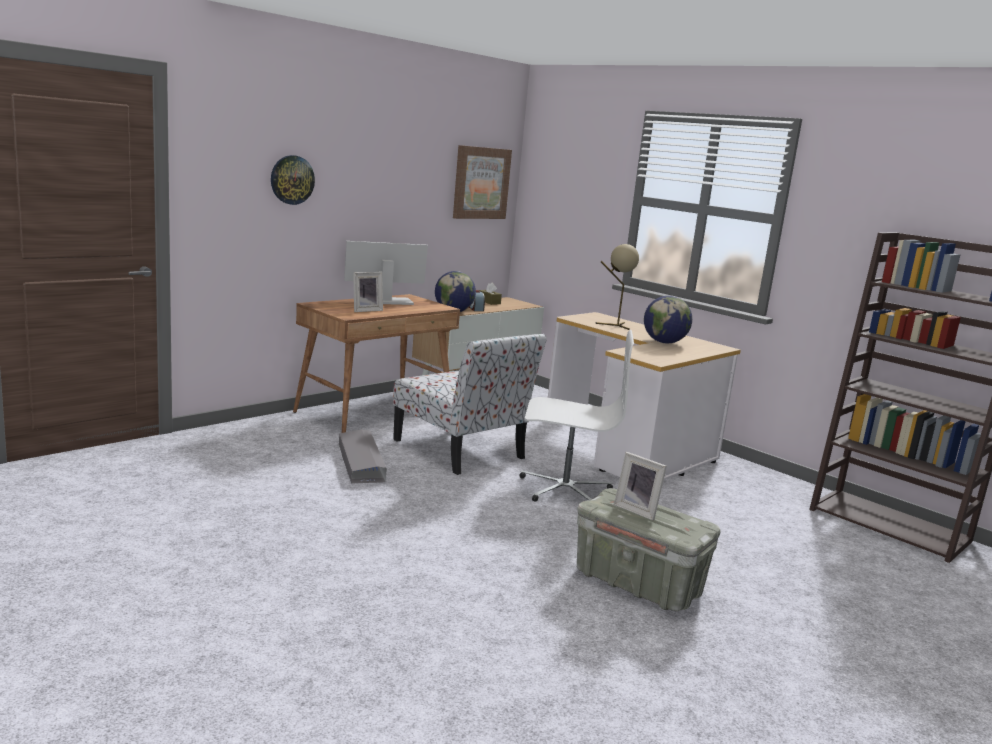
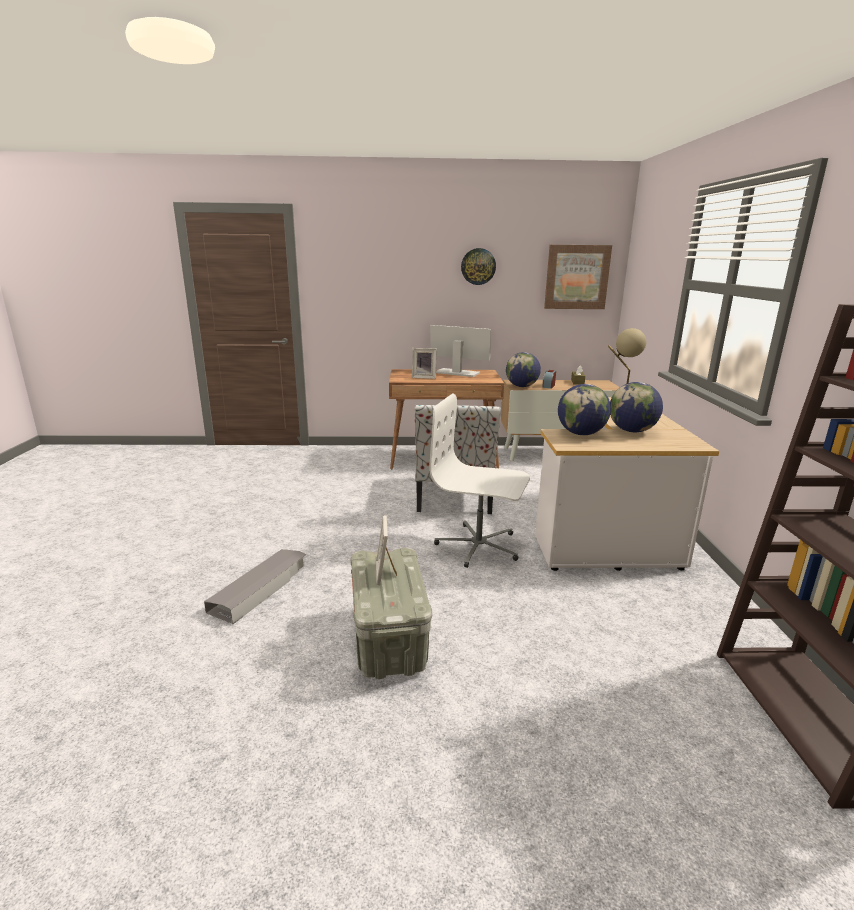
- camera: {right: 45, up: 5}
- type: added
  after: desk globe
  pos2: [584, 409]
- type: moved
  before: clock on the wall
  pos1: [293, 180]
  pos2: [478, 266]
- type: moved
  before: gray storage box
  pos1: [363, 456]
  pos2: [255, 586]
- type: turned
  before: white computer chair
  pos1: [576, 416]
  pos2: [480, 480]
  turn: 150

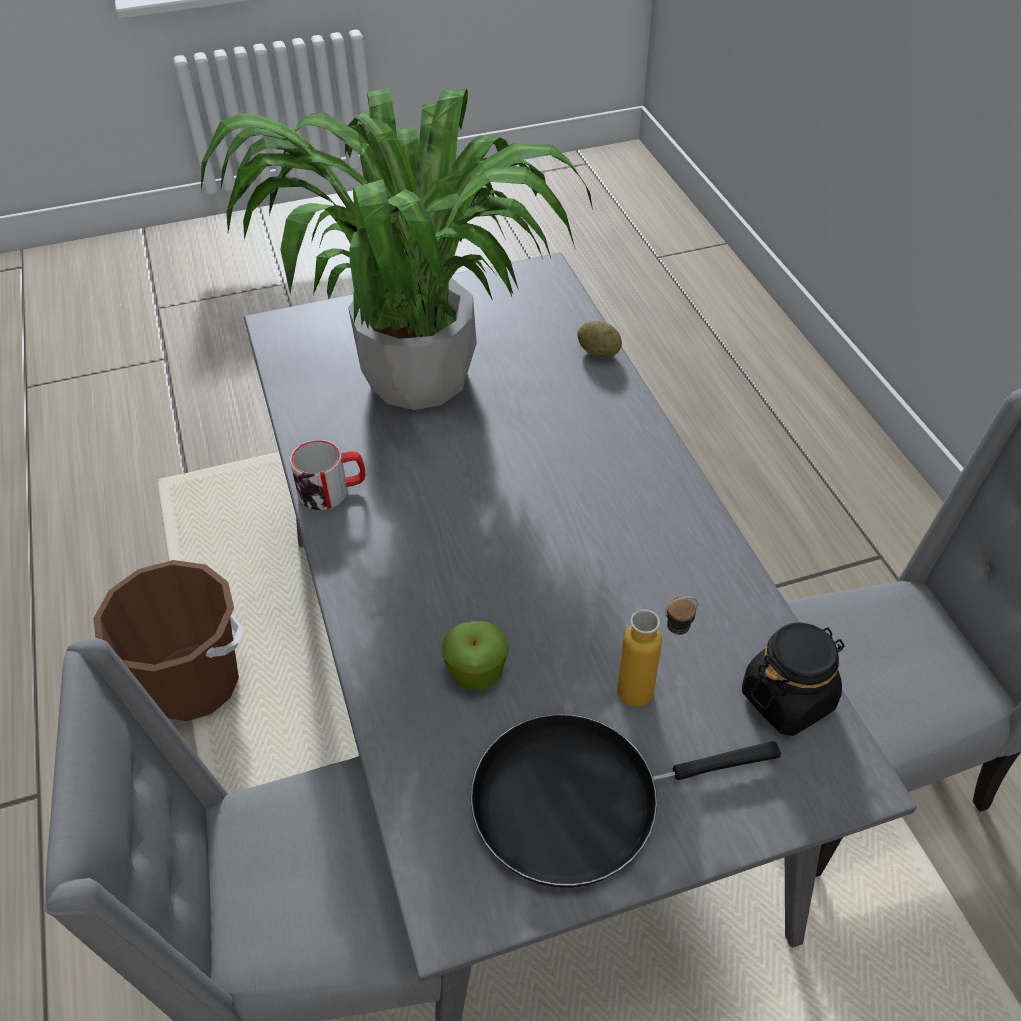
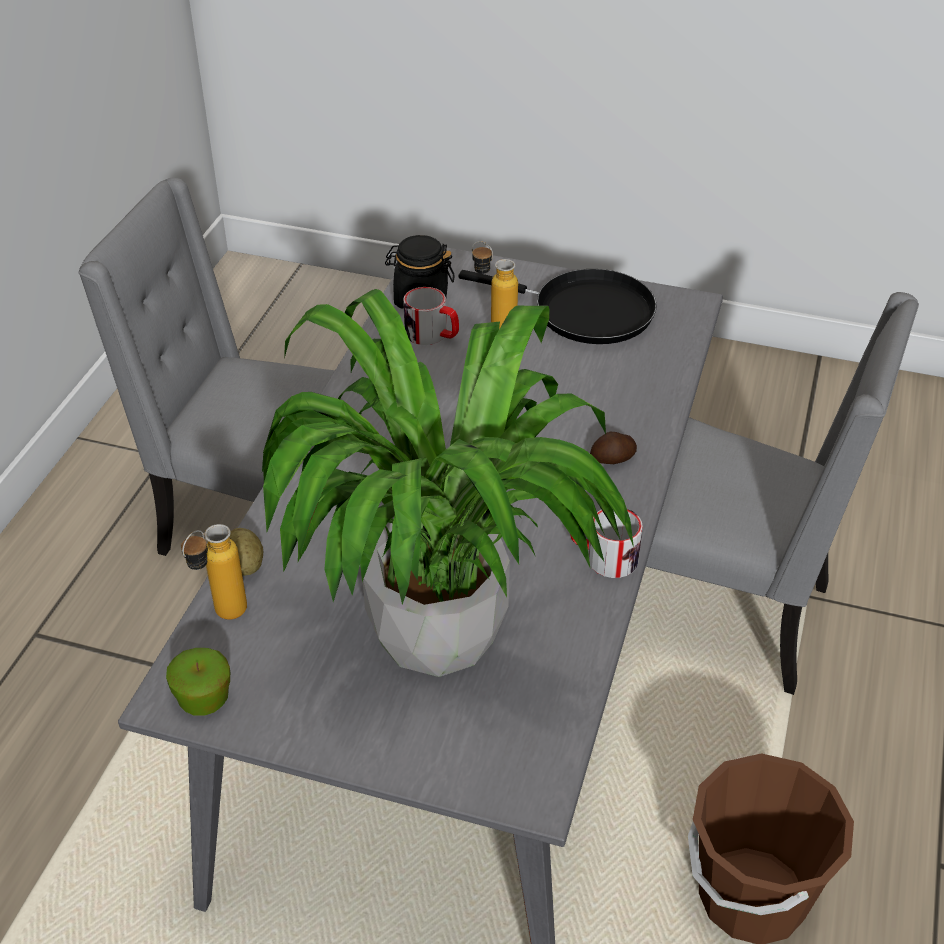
- camera: {right: -145, up: -5}
- type: added
  after: drink bottle
  pos2: [214, 571]
- type: added
  after: mug
  pos2: [431, 316]
- type: added
  after: spud
  pos2: [613, 448]
- type: moved
  before: apple
  pos1: [475, 656]
  pos2: [198, 682]

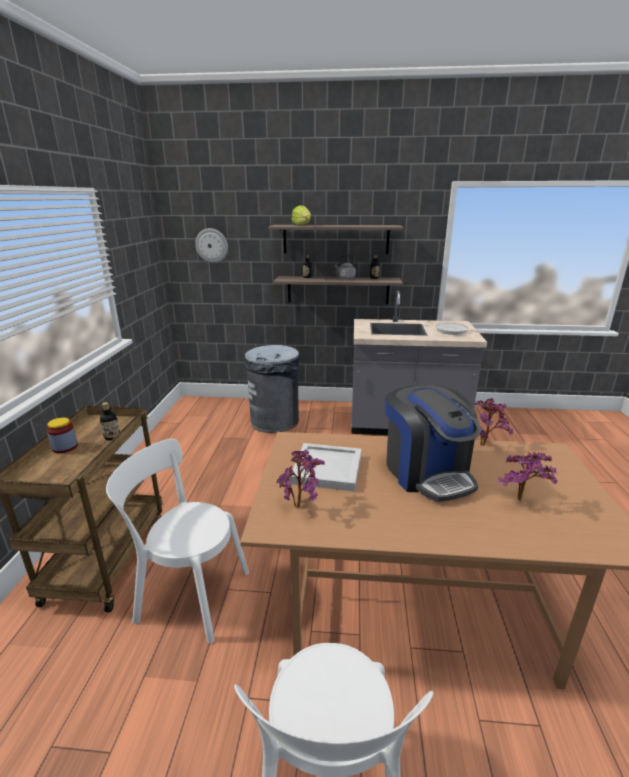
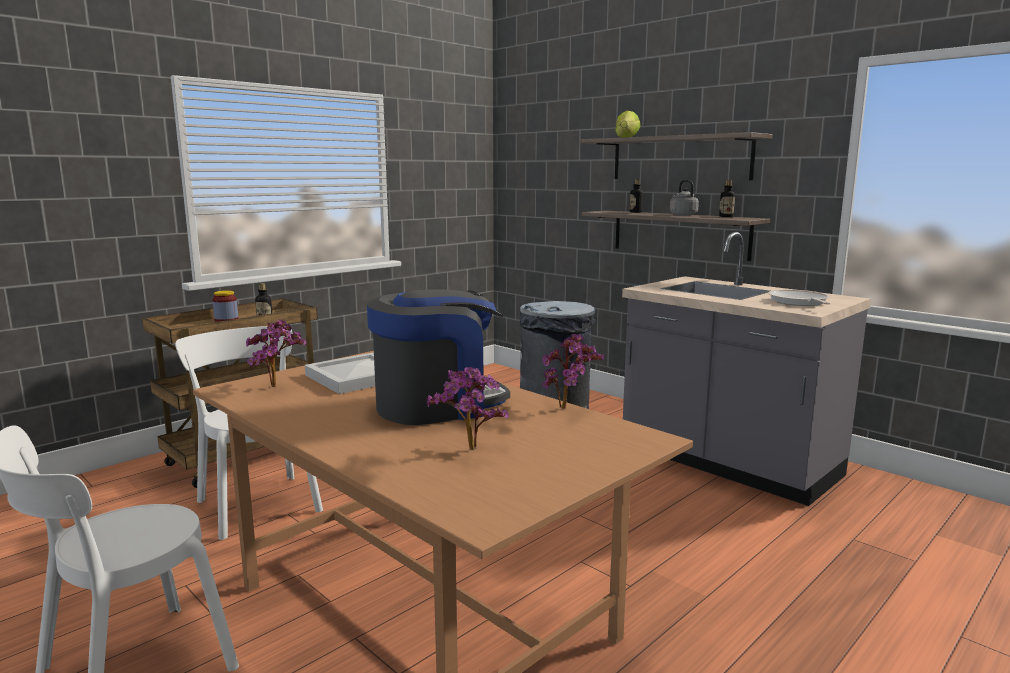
- camera: {right: 40, up: -10}
- type: removed
  before: clock on the wall
  pos1: [211, 245]
- type: turned
  before: coffee maker
  pos1: [433, 443]
  pos2: [438, 357]
  turn: -135

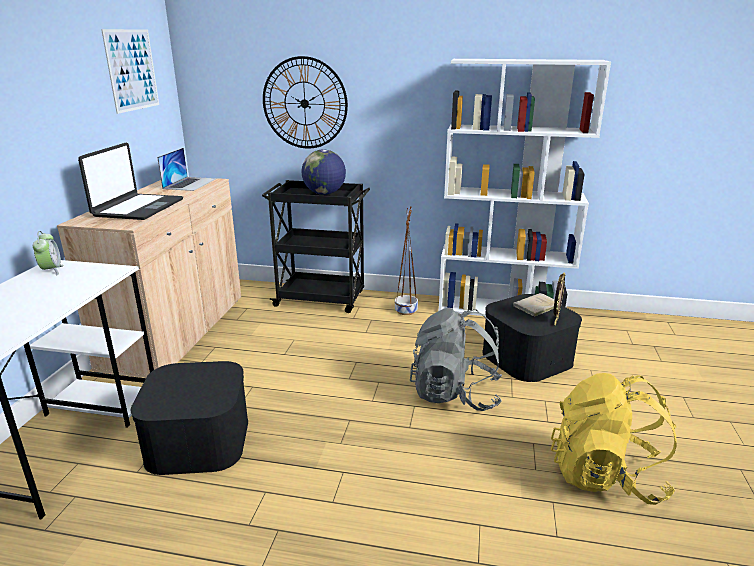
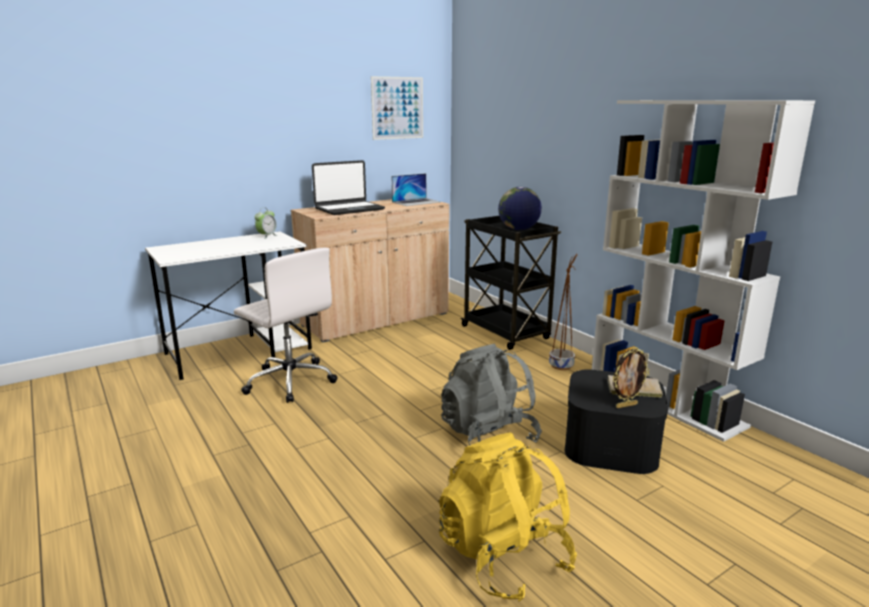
- camera: {right: 45, up: -5}
- type: removed
  before: clock on the wall
  pos1: [305, 102]
- type: replaced
  before: blackish storage box
  after: white computer chair
  pos1: [189, 418]
  pos2: [286, 325]

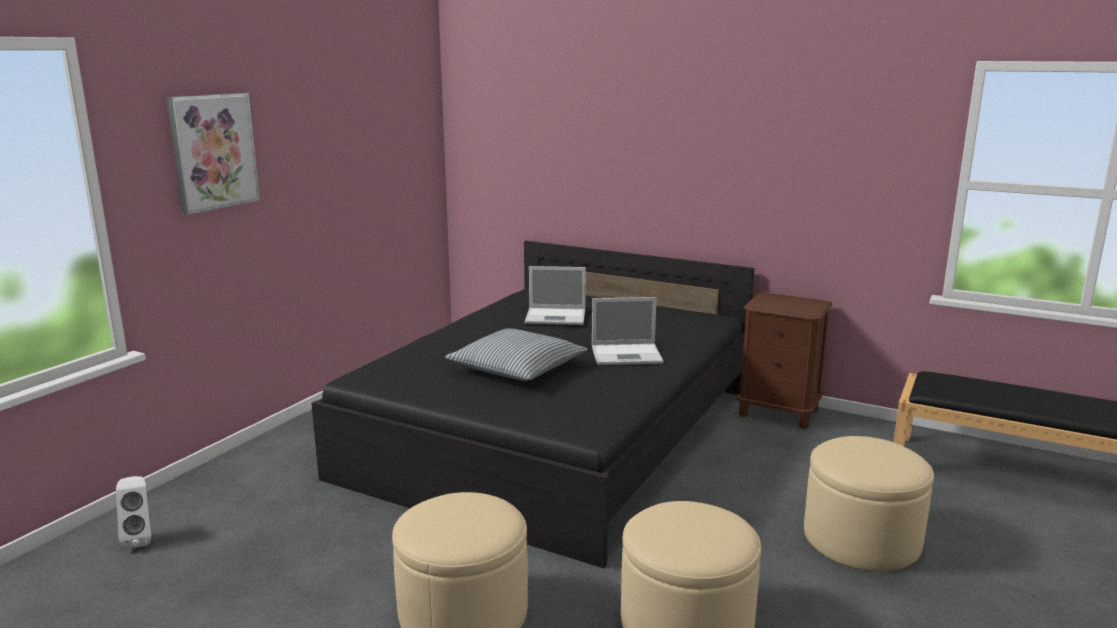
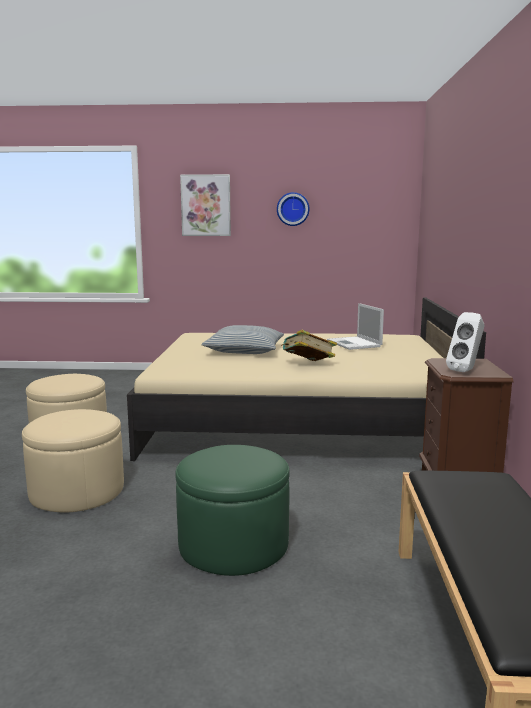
- camera: {right: 65, up: -5}
- type: added
  after: clock on the wall
  pos2: [293, 209]
- type: moved
  before: white speaker
  pos1: [133, 512]
  pos2: [465, 342]
- type: replaced
  before: laptop
  after: volume
  pos1: [628, 331]
  pos2: [309, 345]
- type: recoloured
  before: blackish bedroom bed
  after: beige-coloured bedroom bed
  pos1: [532, 404]
  pos2: [306, 379]
- type: recoloured
  before: beige-coloured footrest
  after: greenish footrest
  pos1: [869, 503]
  pos2: [232, 510]

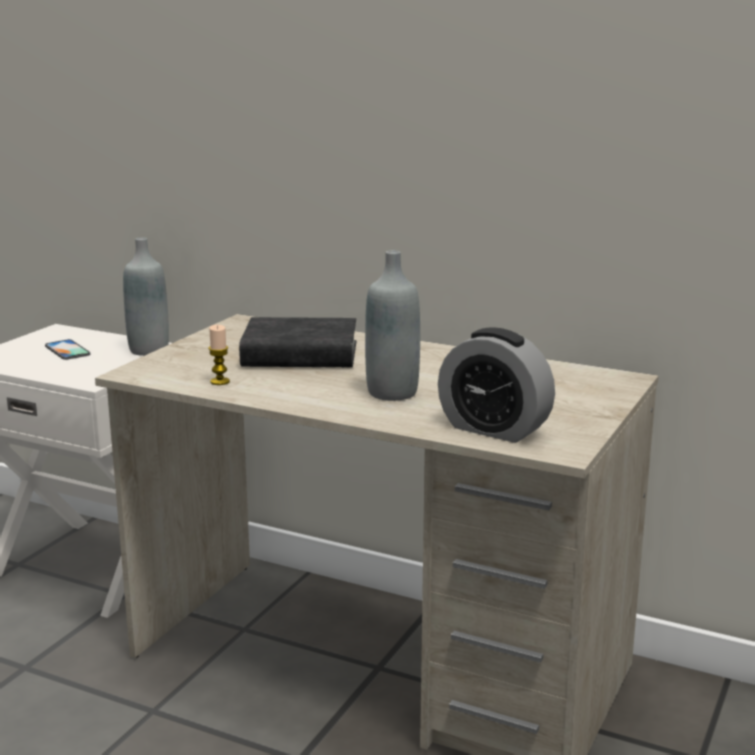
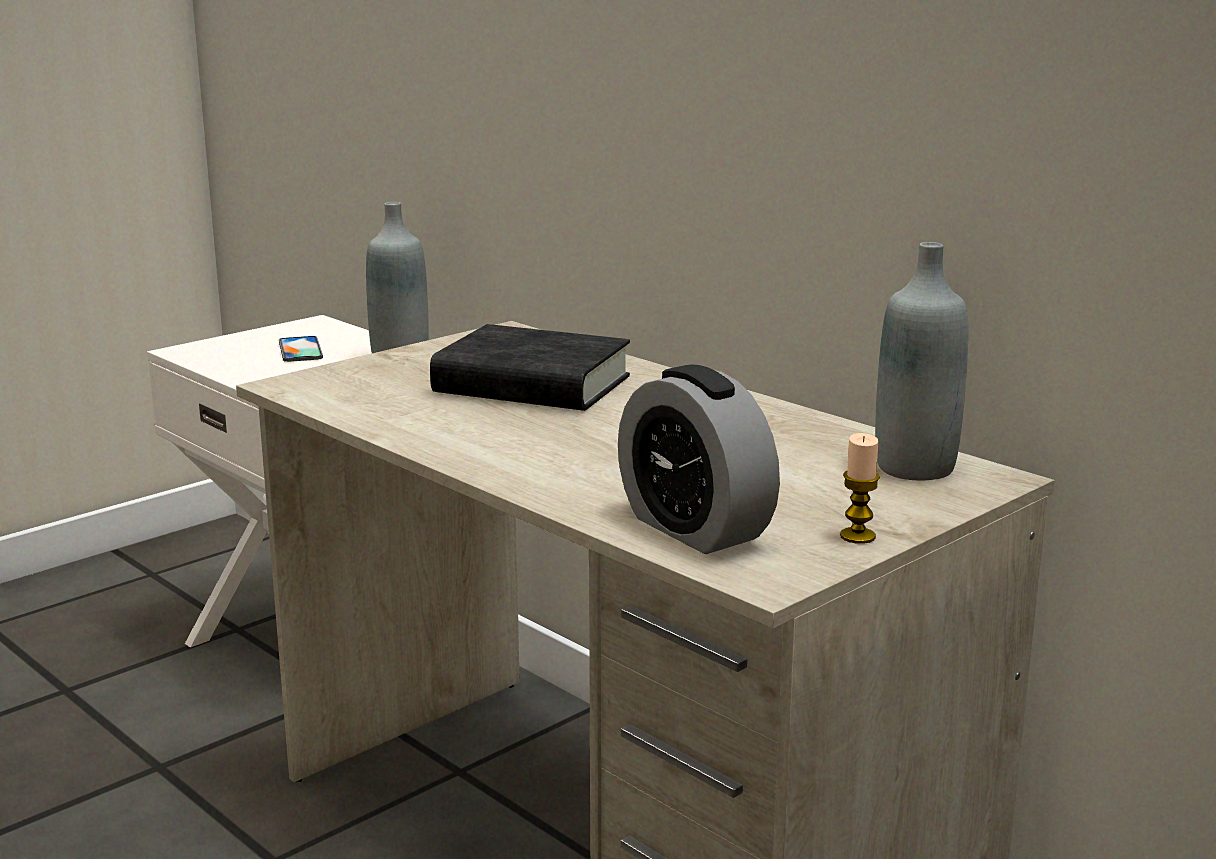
- camera: {right: 20, up: 0}
- type: moved
  before: wax light
  pos1: [219, 355]
  pos2: [860, 488]
- type: moved
  before: gray drink bottle
  pos1: [392, 325]
  pos2: [921, 361]

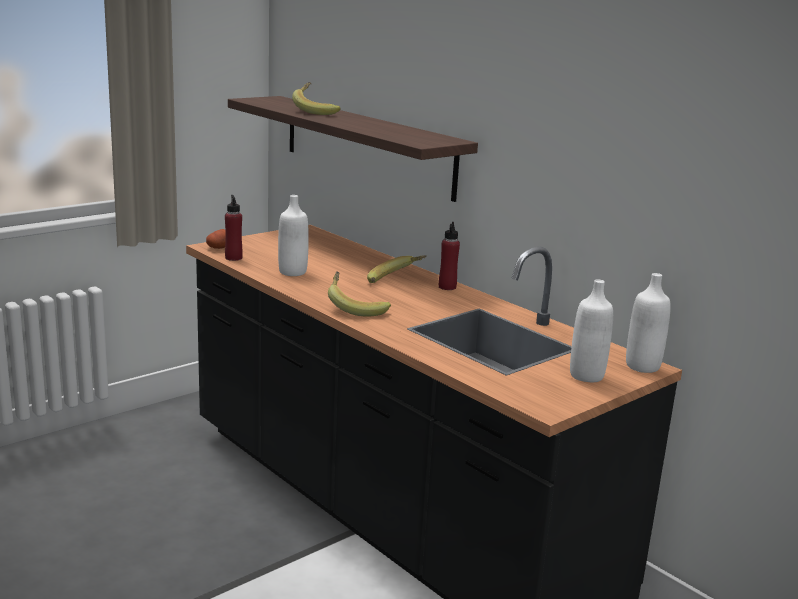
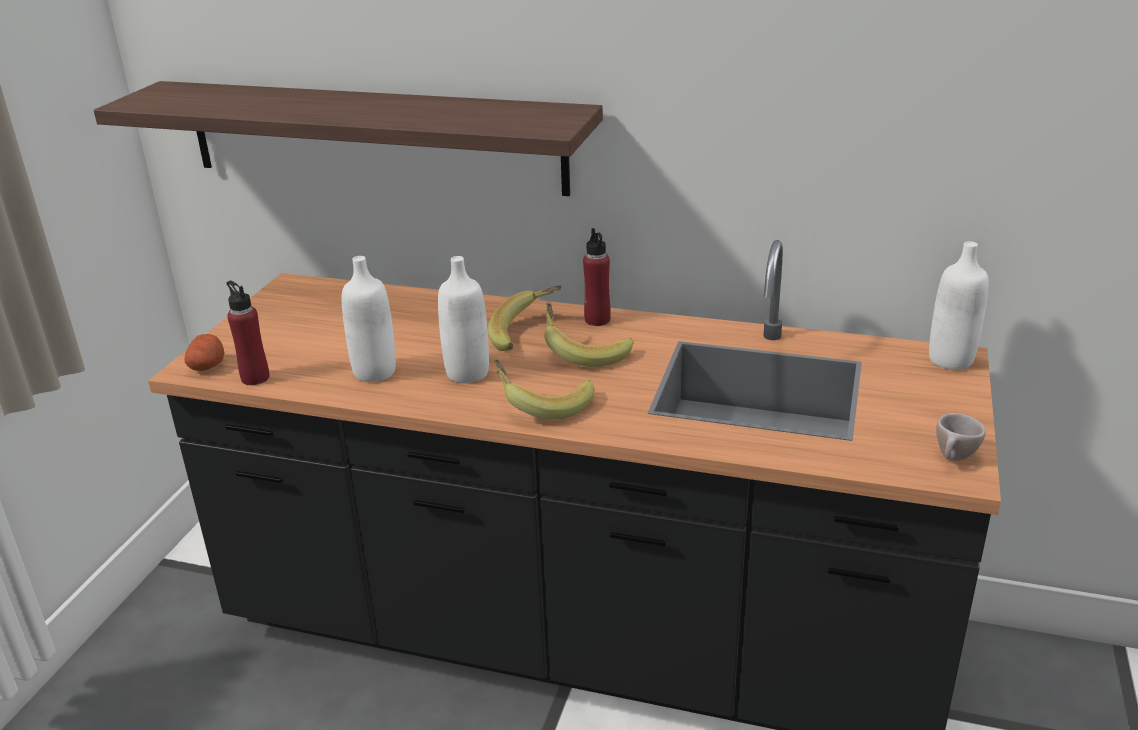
- camera: {right: -30, up: 10}
- type: added
  after: beige-coloured cup
  pos2: [961, 437]
- type: moved
  before: banana fruit
  pos1: [316, 98]
  pos2: [589, 335]
- type: moved
  before: white drink bottle
  pos1: [591, 330]
  pos2: [463, 319]

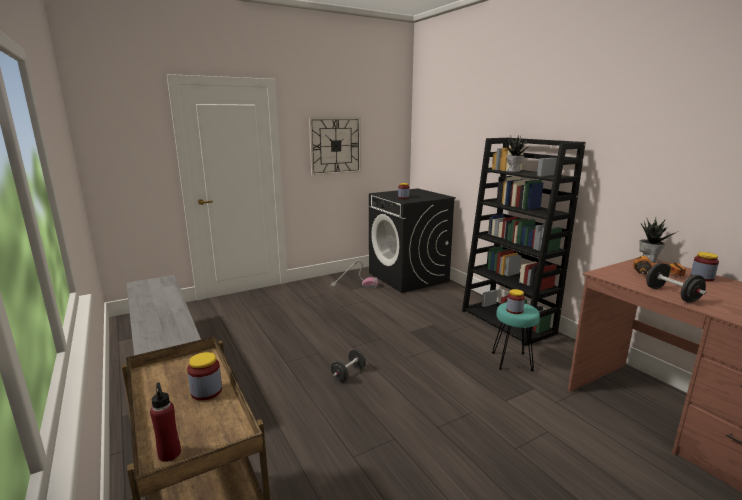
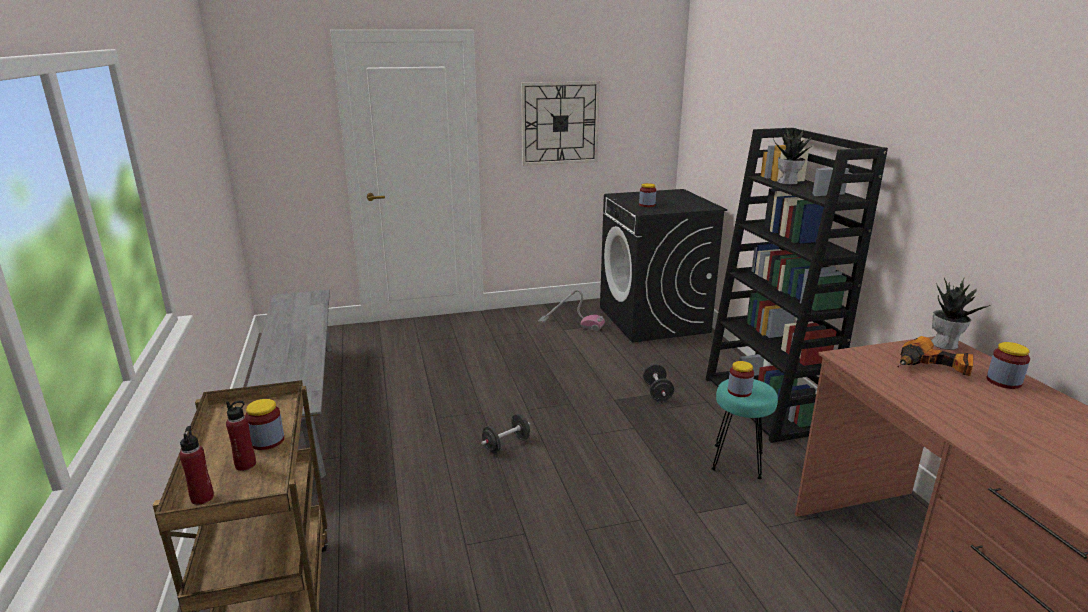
- camera: {right: 15, up: 5}
- type: added
  after: reddish drink bottle
  pos2: [241, 436]
- type: moved
  before: blackish free weight
  pos1: [676, 283]
  pos2: [658, 382]

